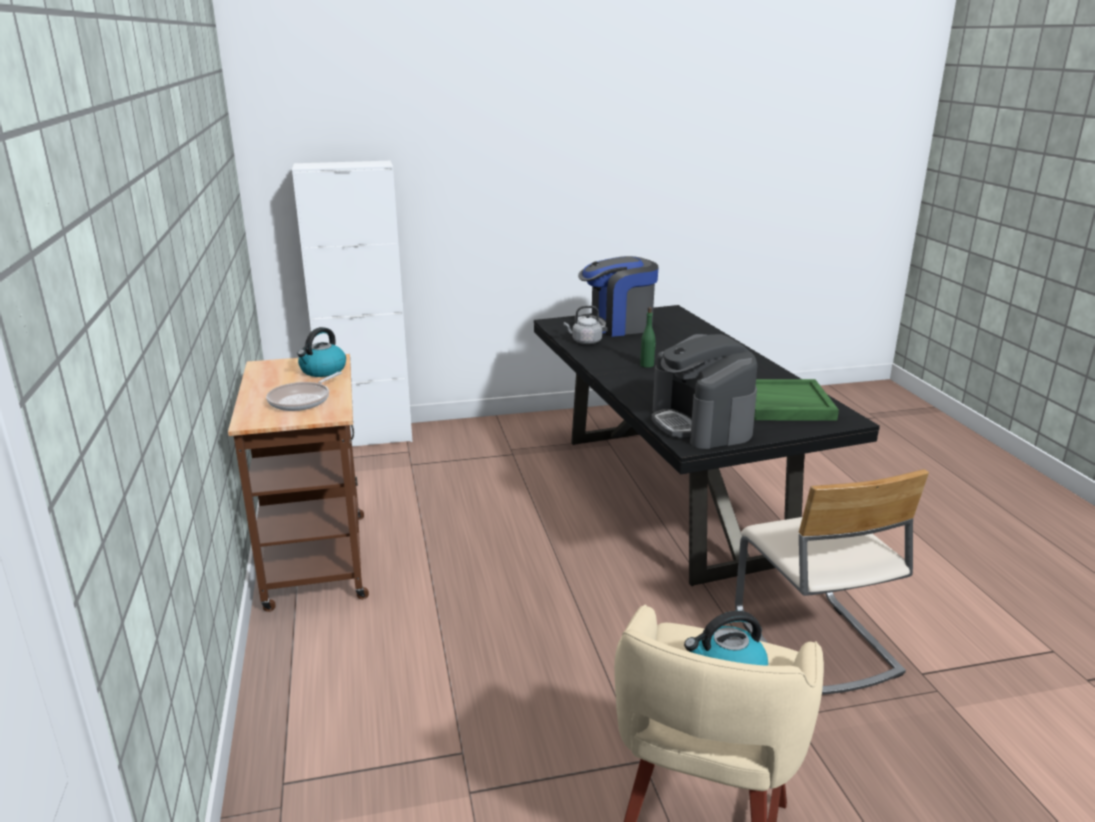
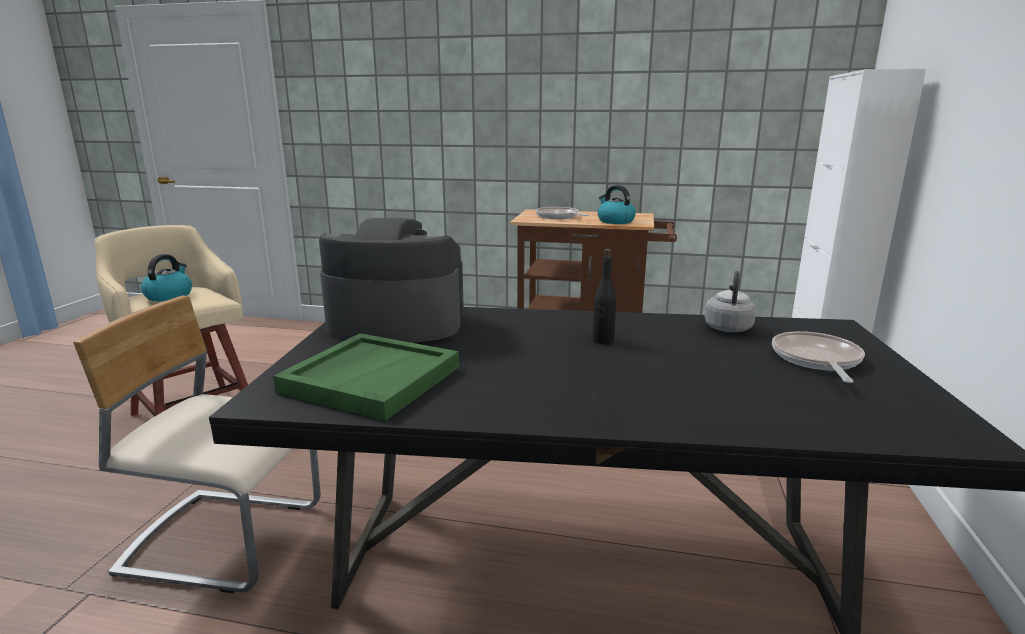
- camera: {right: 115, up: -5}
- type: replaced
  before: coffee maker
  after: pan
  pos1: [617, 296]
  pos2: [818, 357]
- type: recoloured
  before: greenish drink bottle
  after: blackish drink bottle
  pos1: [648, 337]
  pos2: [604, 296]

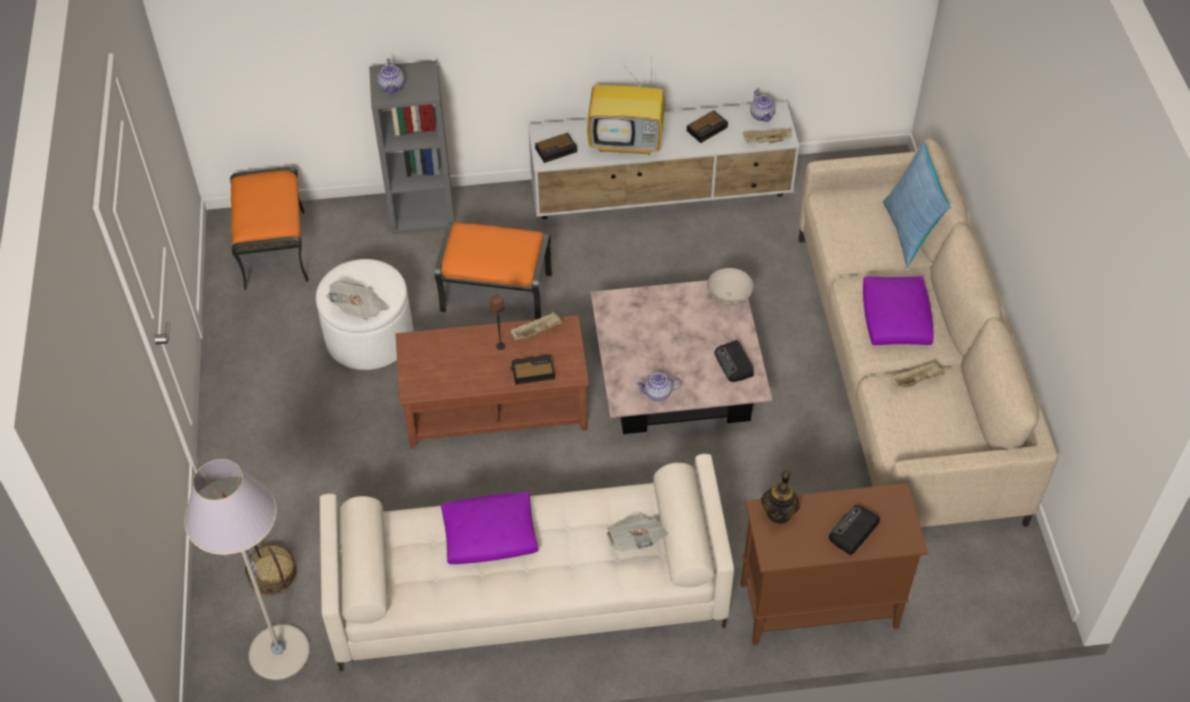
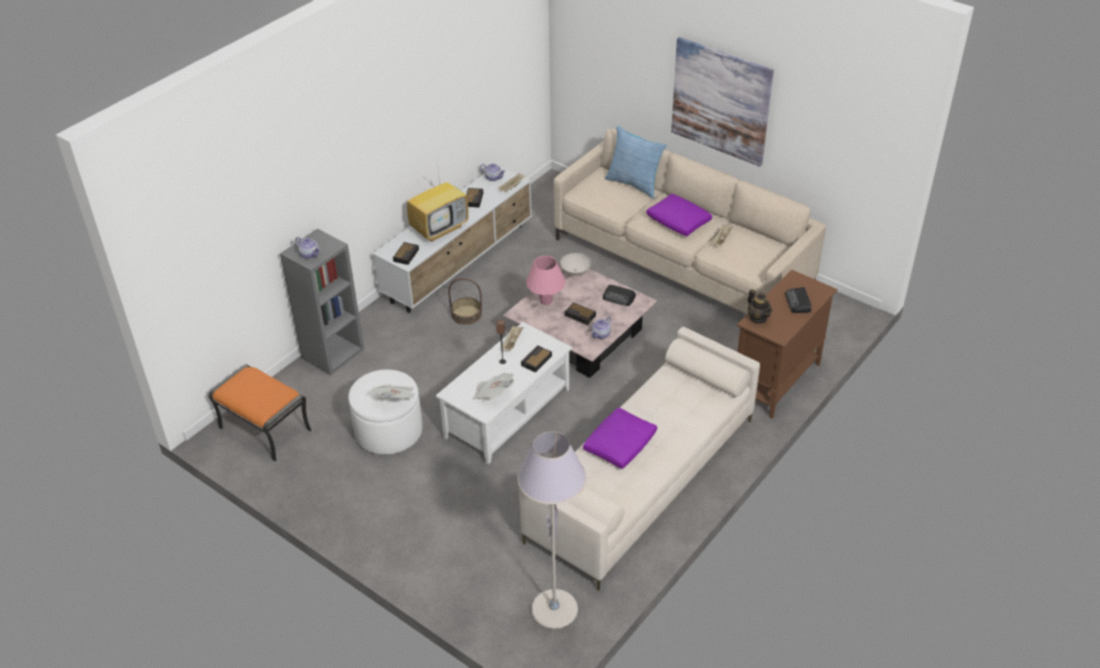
- camera: {right: -45, up: -10}
- type: removed
  before: orangey footrest
  pos1: [493, 271]
- type: added
  after: pinkish lamp for a table
  pos2: [545, 280]
- type: added
  after: alarm clock
  pos2: [580, 314]
- type: added
  after: wall picture
  pos2: [722, 102]
- type: moved
  before: basket
  pos1: [271, 567]
  pos2: [465, 301]
- type: moved
  before: daily paper
  pos1: [636, 532]
  pos2: [493, 386]
- type: recoloured
  before: brown-coloured low table
  after: white low table
  pos1: [492, 382]
  pos2: [504, 393]

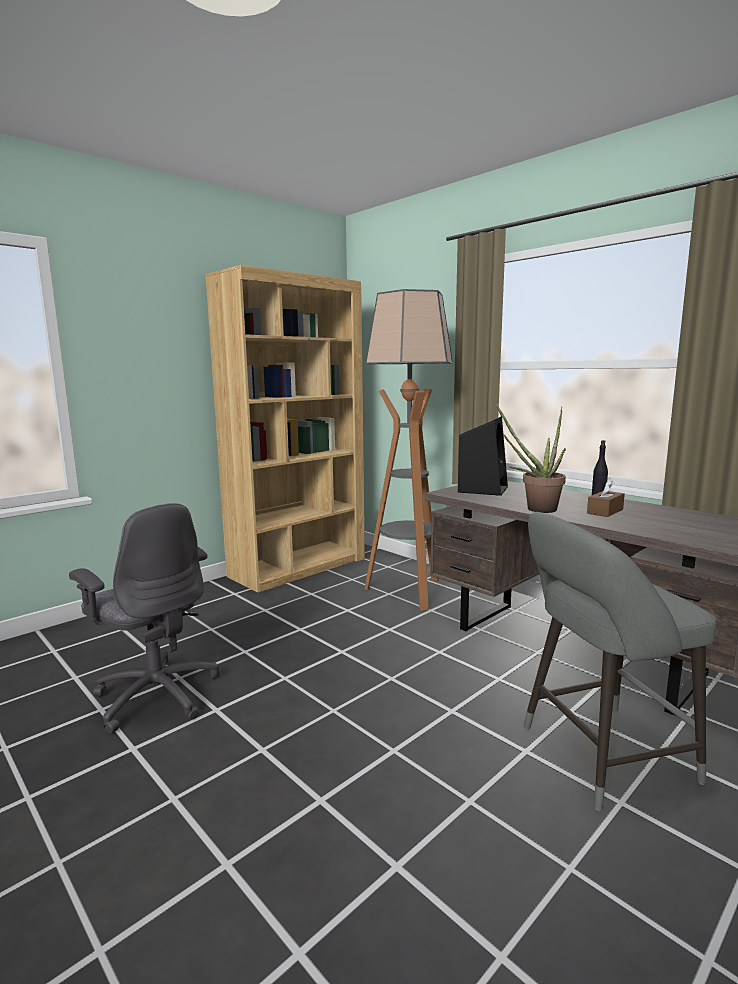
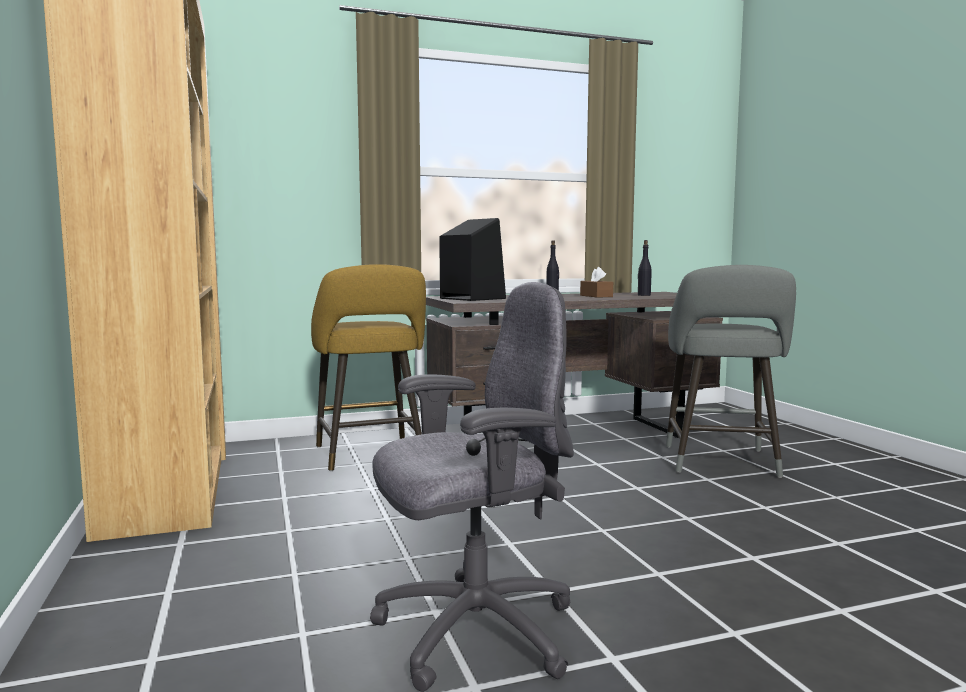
- camera: {right: -65, up: -5}
- type: removed
  before: plant in a pot
  pos1: [531, 458]
- type: added
  after: blackish drink bottle
  pos2: [645, 268]
- type: replaced
  before: standard lamp
  after: yellowish stool seat
  pos1: [408, 450]
  pos2: [368, 367]

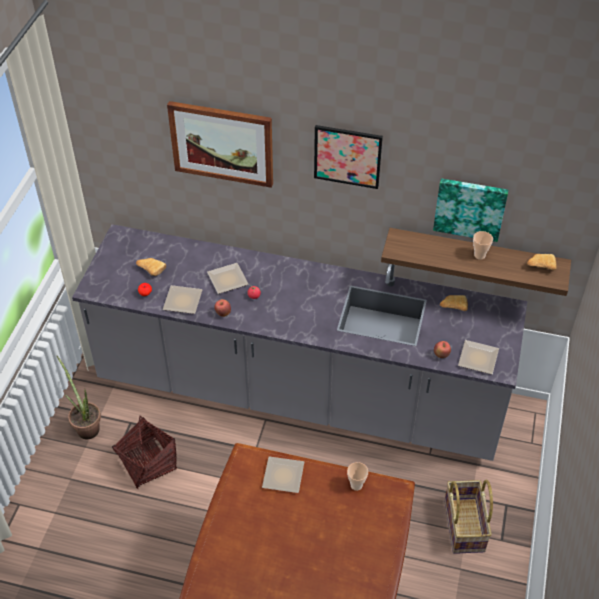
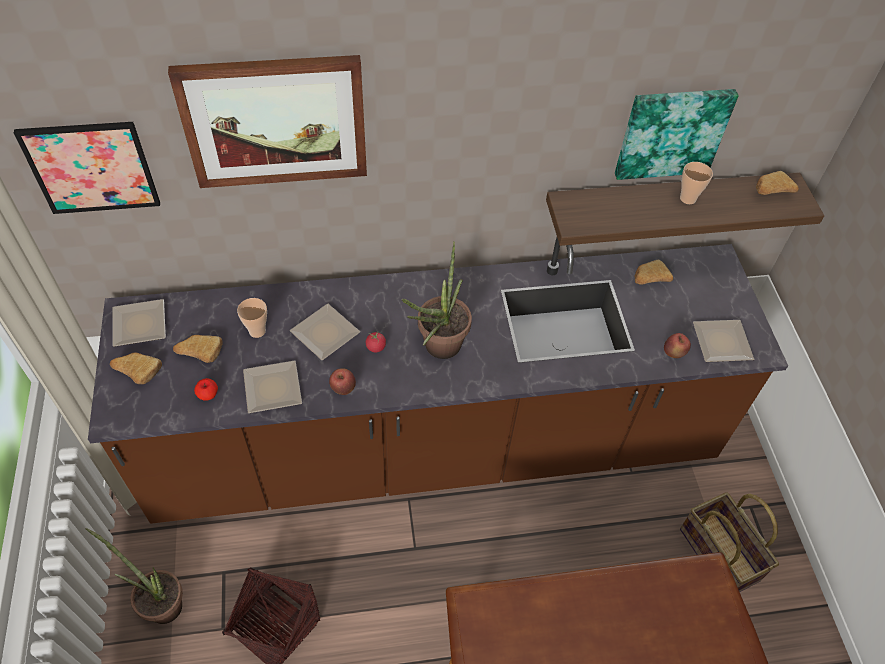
- camera: {right: -25, up: 5}
- type: added
  after: bakery bread
  pos2: [136, 368]
- type: added
  after: plant in a pot
  pos2: [437, 300]
- type: moved
  before: plate
  pos1: [283, 474]
  pos2: [139, 323]
- type: moved
  before: wall picture
  pos1: [348, 157]
  pos2: [87, 168]
- type: moved
  before: cup
  pos1: [357, 476]
  pos2: [252, 318]
- type: recoloured
  before: gray counter
  after: brown-coloured counter
  pos1: [299, 342]
  pos2: [438, 380]

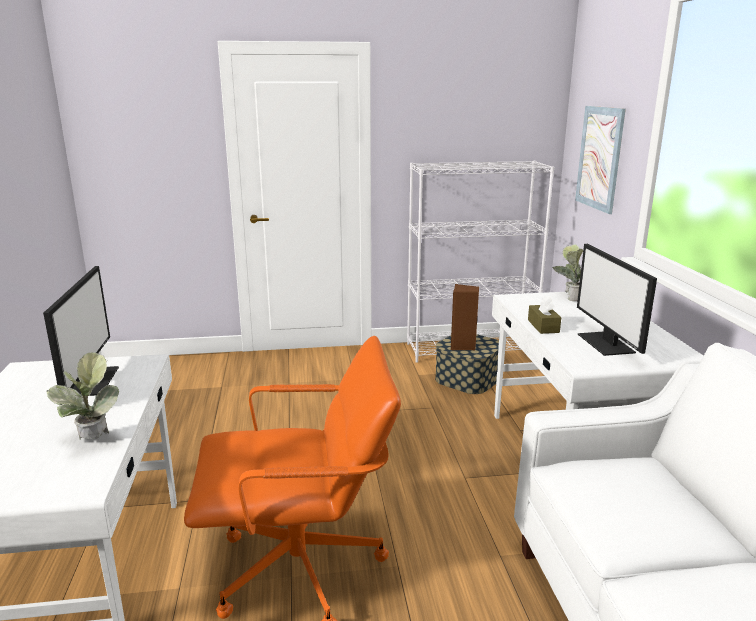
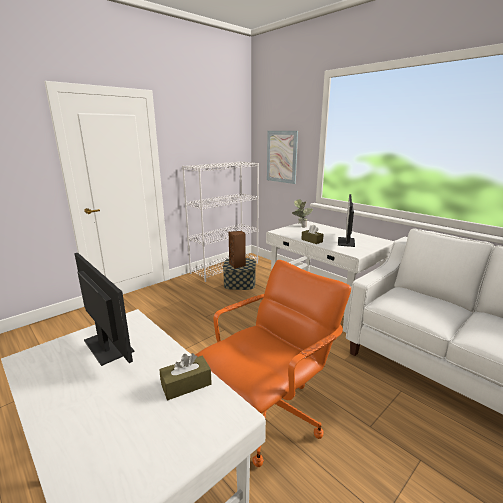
- camera: {right: -35, up: 0}
- type: replaced
  before: plant in a pot
  after: brown-coloured tissue holder
  pos1: [83, 395]
  pos2: [185, 376]
- type: turned
  before: computer screen
  pos1: [617, 300]
  pos2: [346, 220]
  turn: 60

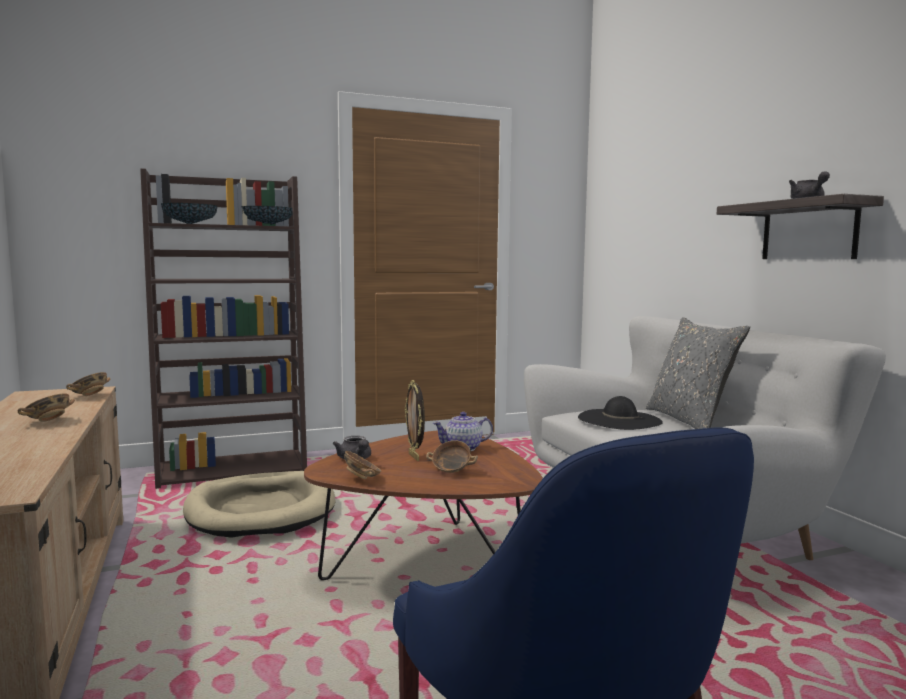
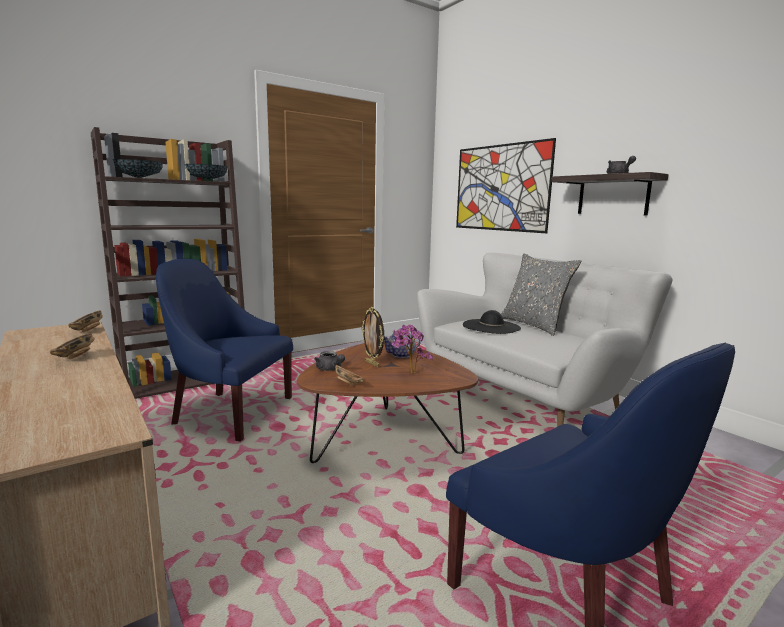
- camera: {right: -15, up: 5}
- type: added
  after: wall picture
  pos2: [506, 185]
- type: replaced
  before: beige-coloured dog bed
  after: blue lounge chair
  pos1: [259, 504]
  pos2: [224, 350]
- type: replaced
  before: serving bowl
  after: plant in a pot
  pos1: [452, 457]
  pos2: [412, 349]

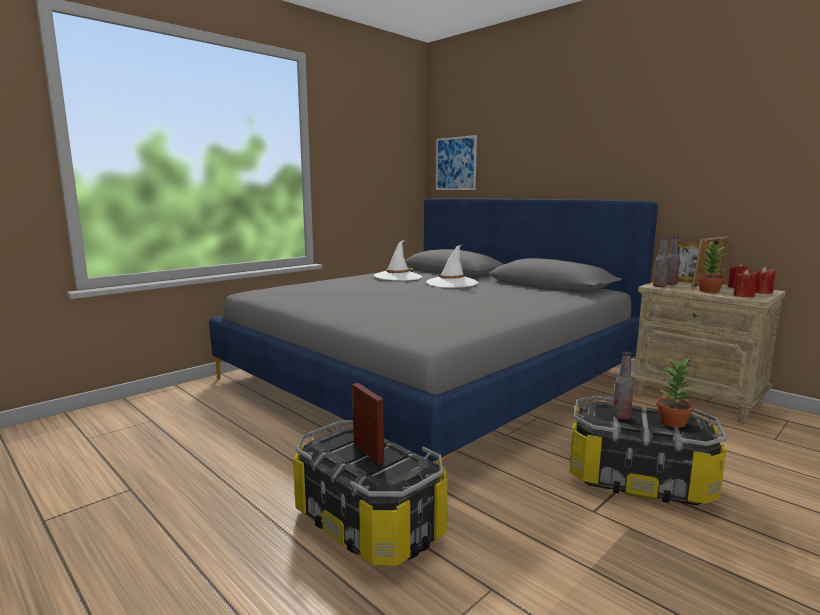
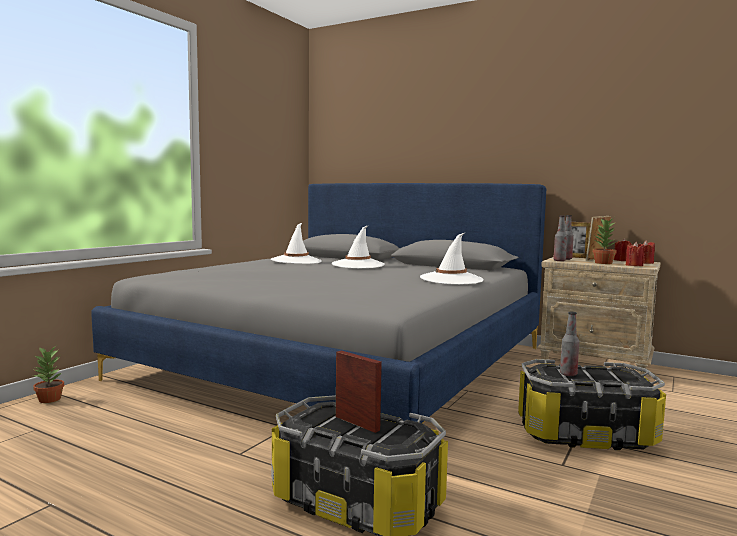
- camera: {right: -15, up: -5}
- type: removed
  before: wall picture
  pos1: [456, 162]
- type: added
  after: white clothing hat
  pos2: [452, 259]
- type: moved
  before: plant in a pot
  pos1: [675, 392]
  pos2: [48, 374]

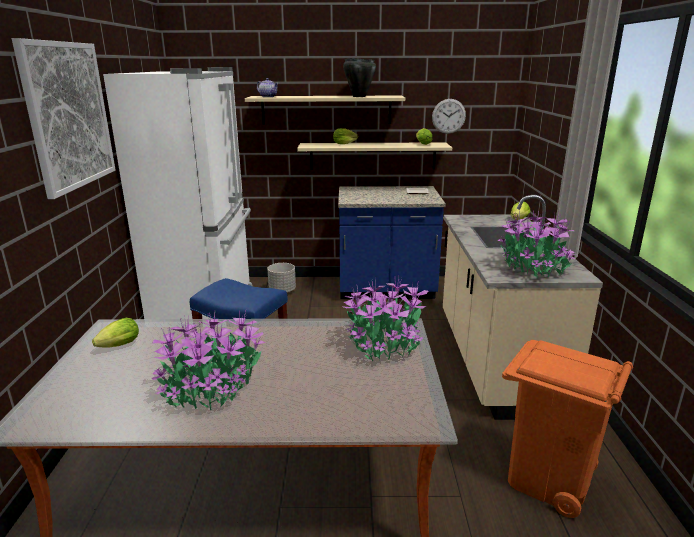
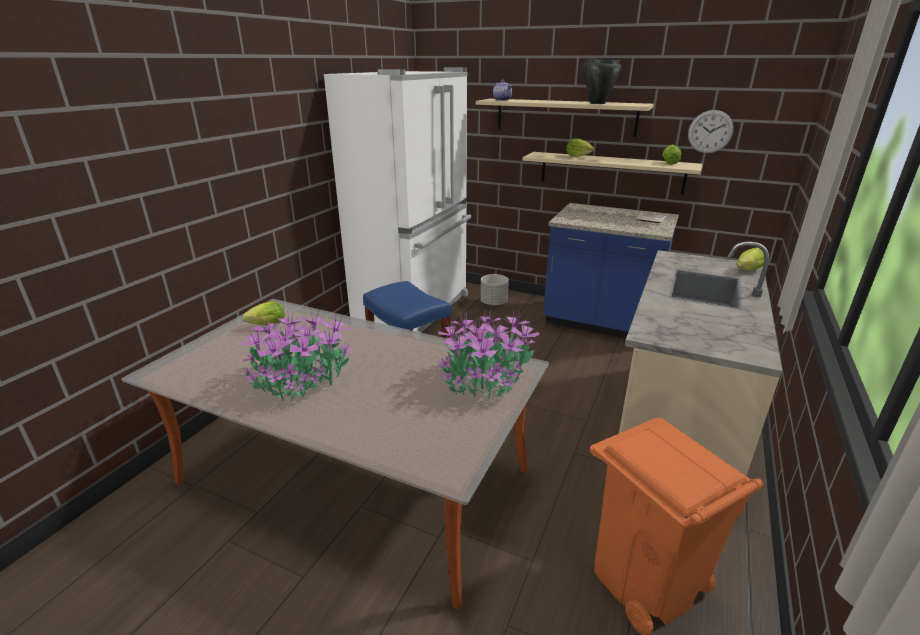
- camera: {right: 25, up: 5}
- type: removed
  before: wall picture
  pos1: [63, 118]
- type: removed
  before: plant in a pot
  pos1: [536, 243]

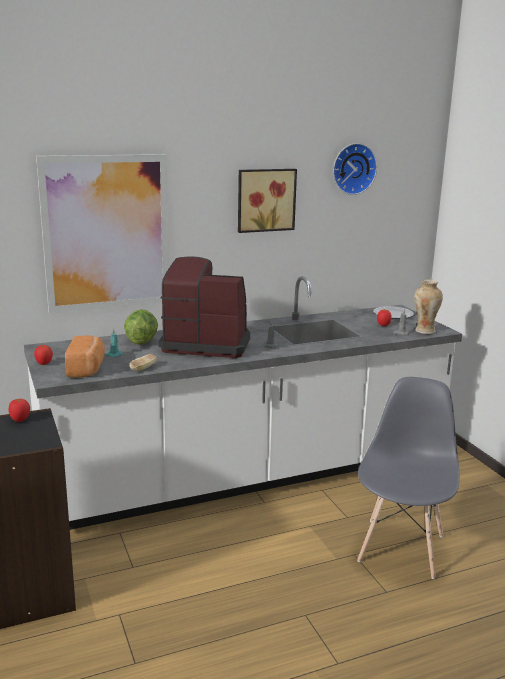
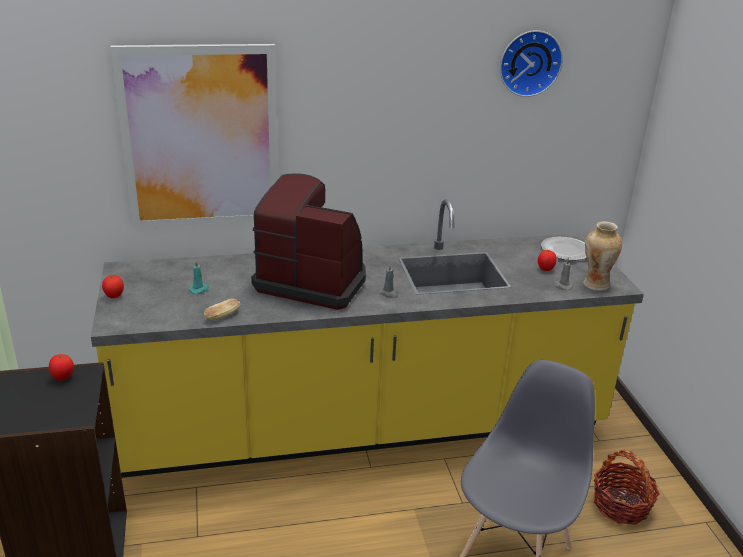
- camera: {right: 10, up: 10}
- type: removed
  before: bakery bread
  pos1: [85, 357]
- type: removed
  before: lettuce
  pos1: [141, 327]
- type: removed
  before: wall picture
  pos1: [267, 201]
- type: added
  after: basket
  pos2: [627, 487]
- type: recoloured
  before: white counter
  after: yellowish counter
  pos1: [243, 403]
  pos2: [367, 338]

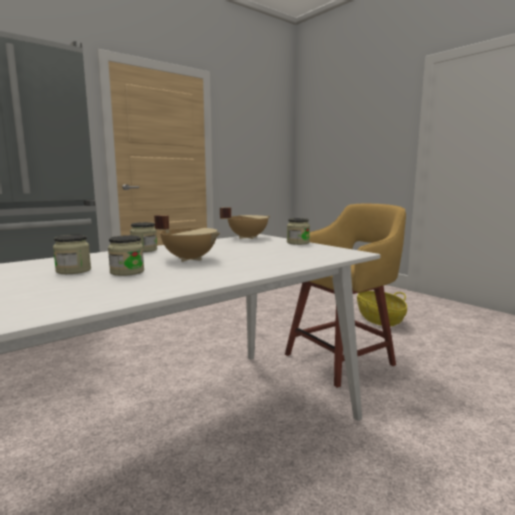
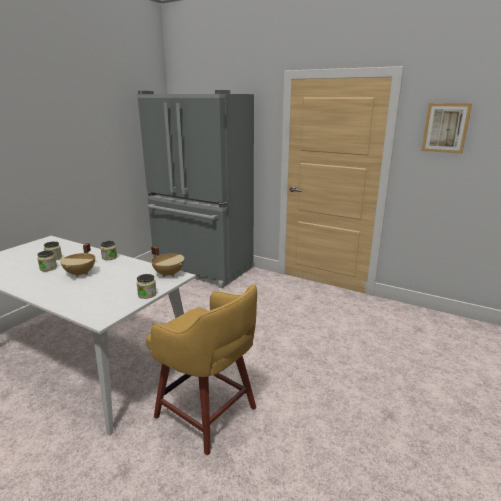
- camera: {right: 70, up: 10}
- type: removed
  before: basket
  pos1: [382, 309]
- type: added
  after: wall picture
  pos2: [446, 128]

